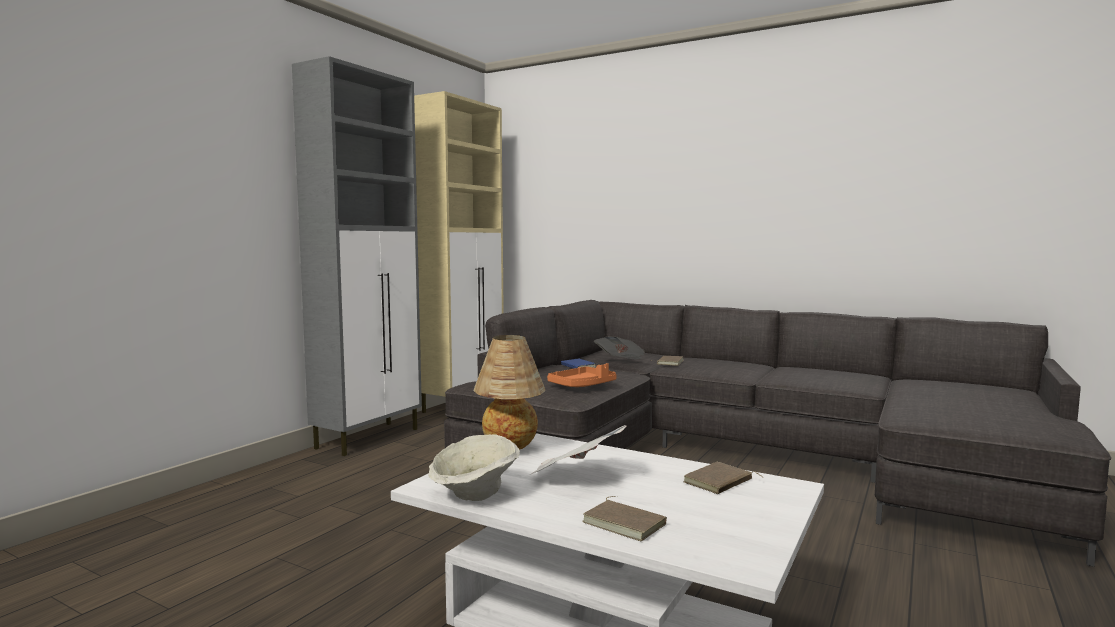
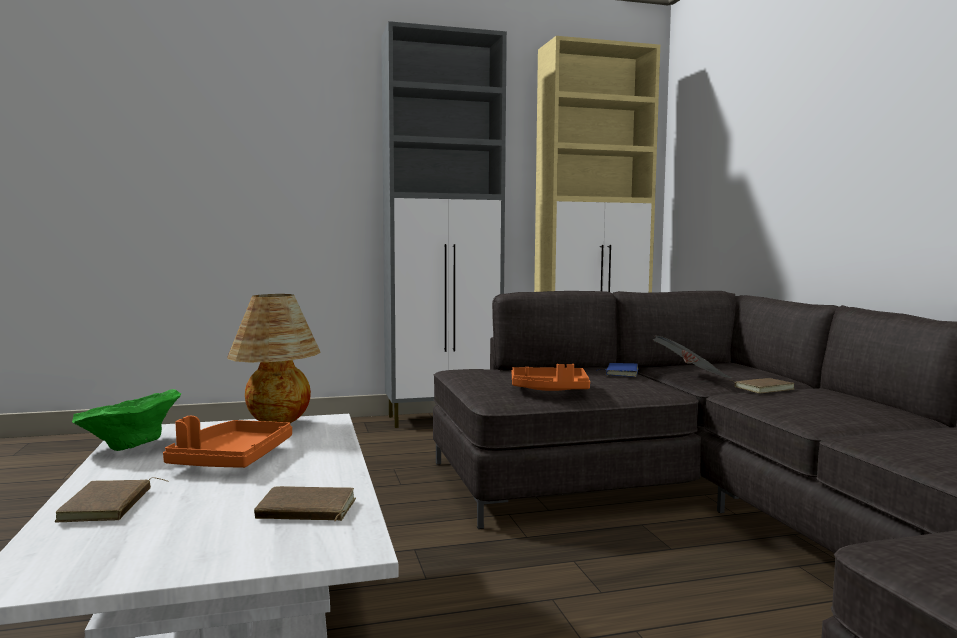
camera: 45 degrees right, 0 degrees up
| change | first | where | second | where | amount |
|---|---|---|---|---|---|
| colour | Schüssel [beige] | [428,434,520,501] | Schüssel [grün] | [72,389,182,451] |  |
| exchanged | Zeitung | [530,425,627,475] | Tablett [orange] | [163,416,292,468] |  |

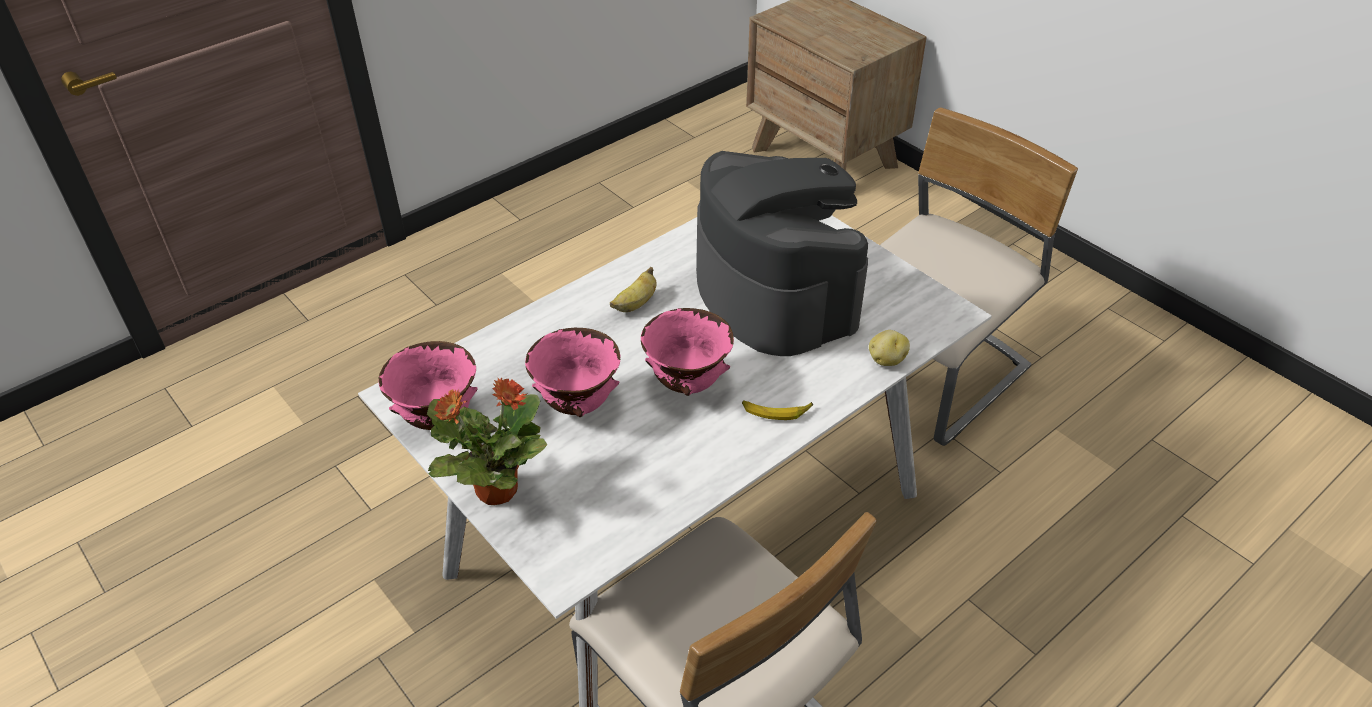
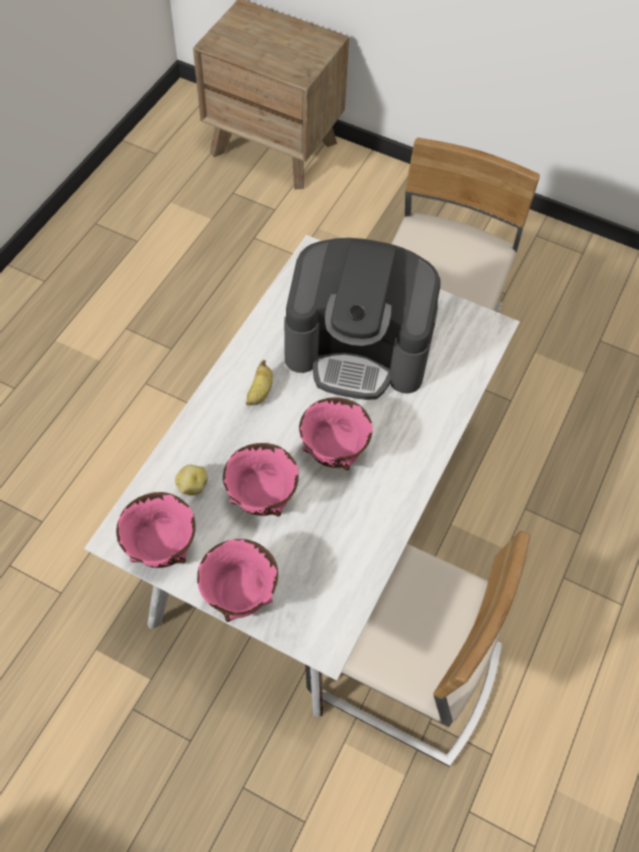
camera: 25 degrees left, 15 degrees up
| change | first | where | second | where | amount |
|---|---|---|---|---|---|
| relocated | Kartoffel | [869,330,910,366] |  | [175,465,208,496] |  |
| exchanged | Topfpflanze | [427,377,547,505] | Schüssel [rosa] | [197,539,278,622] |  |
| spun | Kaffeemaschine | [696,151,868,356] |  | [284,238,441,400] | 150 degrees clockwise |
| missing | Banane | [742,400,813,420] |  |  |  |

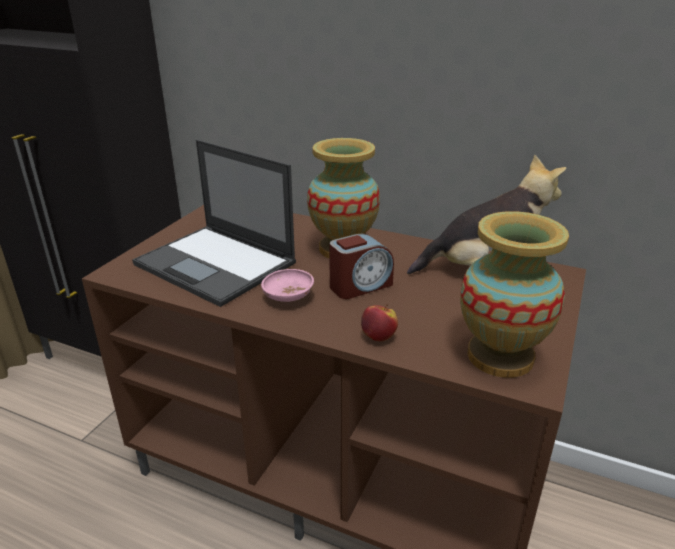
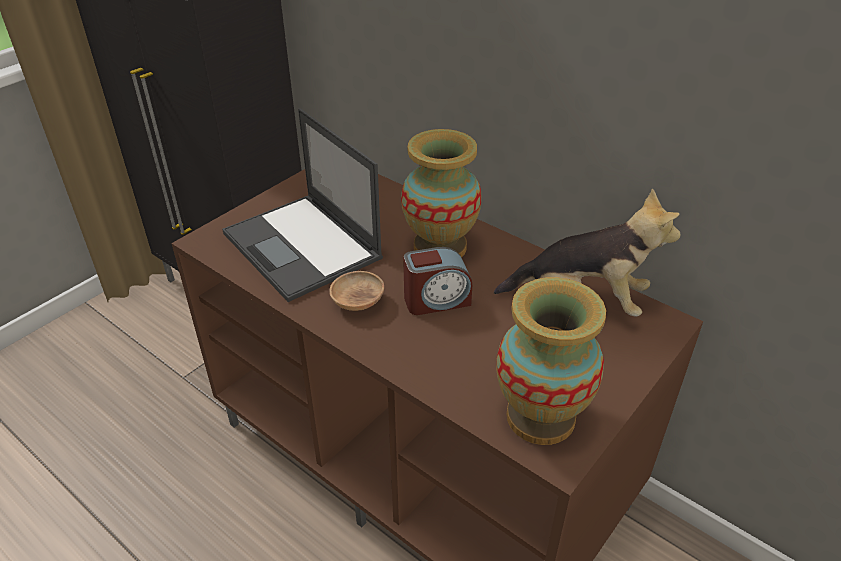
camera: 15 degrees right, 10 degrees up
| change | first | where | second | where | amount |
|---|---|---|---|---|---|
| colour | Schüssel [rosa] | [261,269,314,302] | Schüssel [braun] | [329,271,384,311] |  |
| missing | Apfel | [361,304,398,341] |  |  |  |

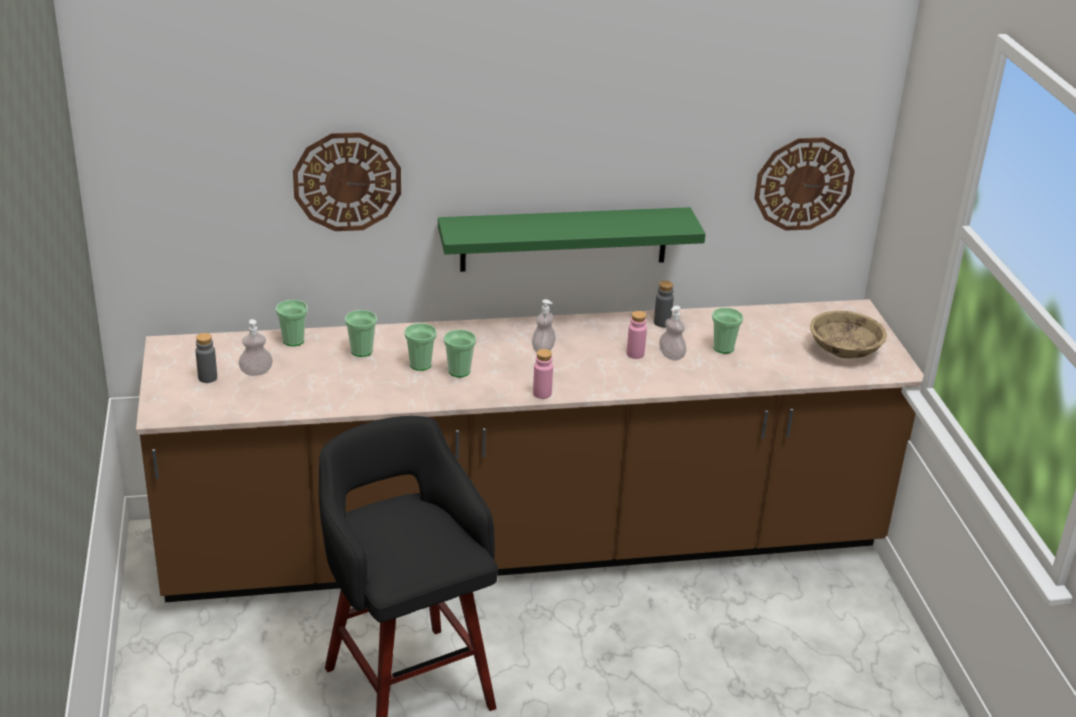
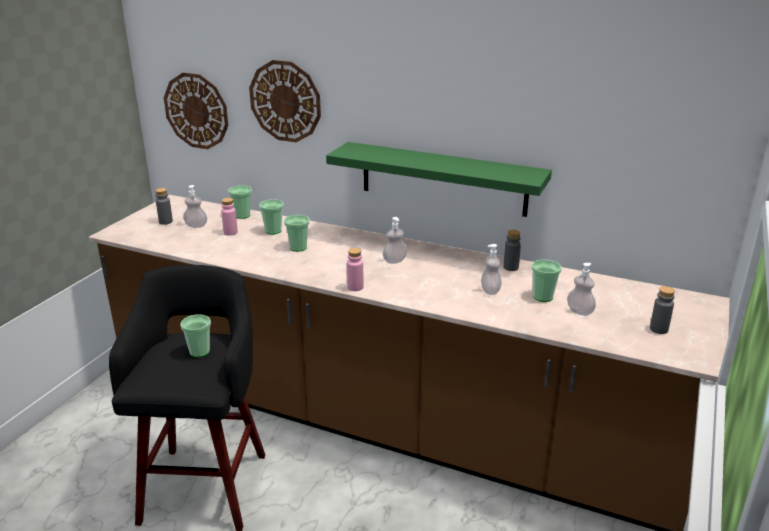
camera: 35 degrees right, 5 degrees down
| change | first | where | second | where | amount |
|---|---|---|---|---|---|
| relocated | Wanduhr | [754,137,855,231] |  | [164,73,228,149] |  |
| relocated | Tasse | [444,329,476,377] |  | [180,314,211,358] |  |
| relocated | Flasche [rosa] | [627,311,647,359] |  | [221,198,238,236] |  |
| appeared |  |  | Seifenspender | [567,263,596,316] |  |
| exchanged | Schüssel [beige] | [810,311,887,359] | Flasche [grau] | [650,286,675,334] |  |

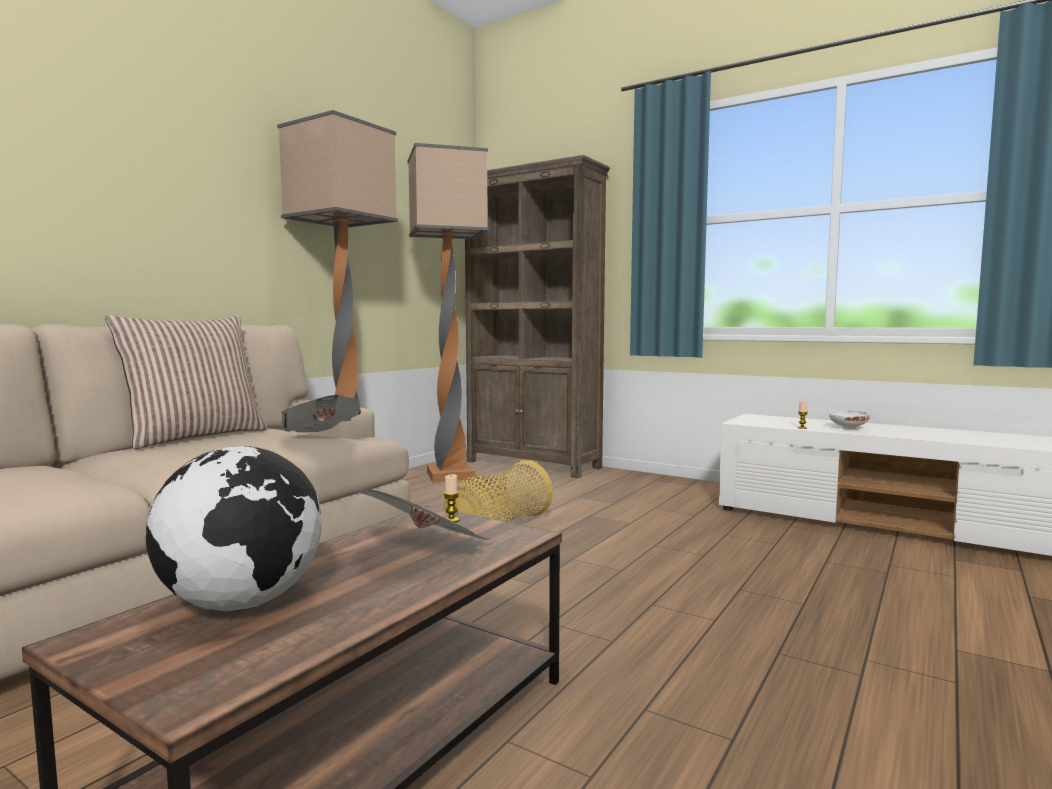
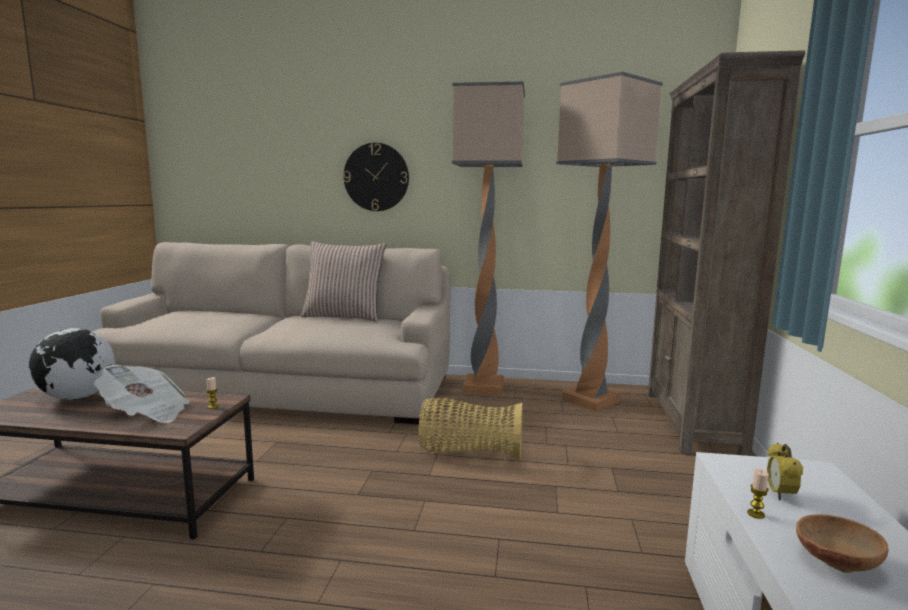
camera: 65 degrees right, 5 degrees up
| change | first | where | second | where | amount |
|---|---|---|---|---|---|
| appeared |  |  | Wanduhr | [343,143,409,211] |  |
| appeared |  |  | Wecker | [767,443,803,500] |  |
| colour | Schüssel [weiß] | [829,410,870,429] | Schüssel [braun] | [796,514,889,573] |  |
| missing | Zeitung | [281,395,361,432] |  |  |  |

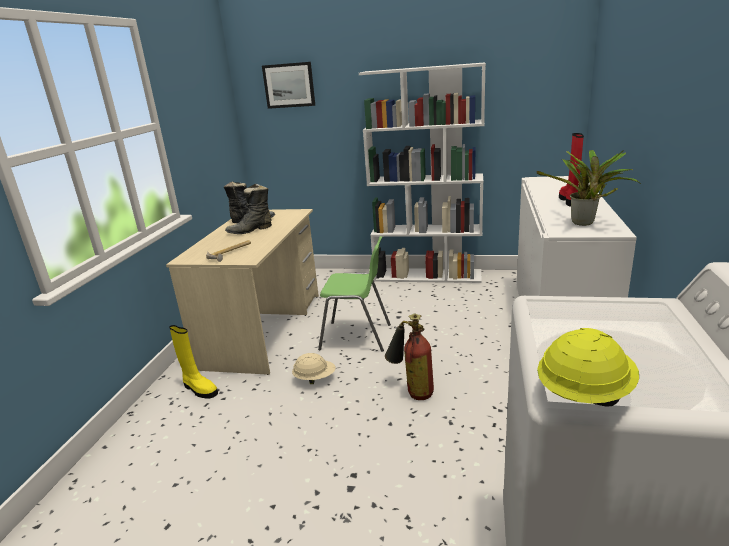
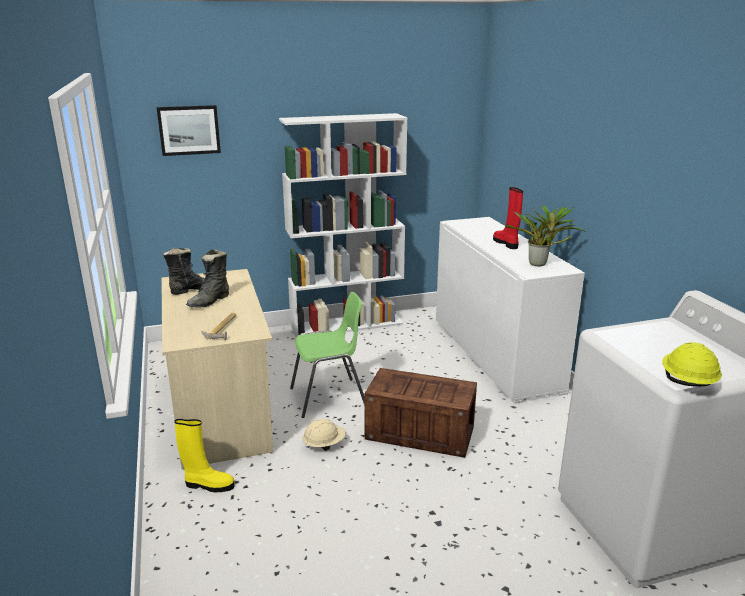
camera: 30 degrees left, 0 degrees up
| change | first | where | second | where | amount |
|---|---|---|---|---|---|
| exchanged | Feuerlöscher | [385,314,434,400] | Kiste | [364,368,477,458] |  |

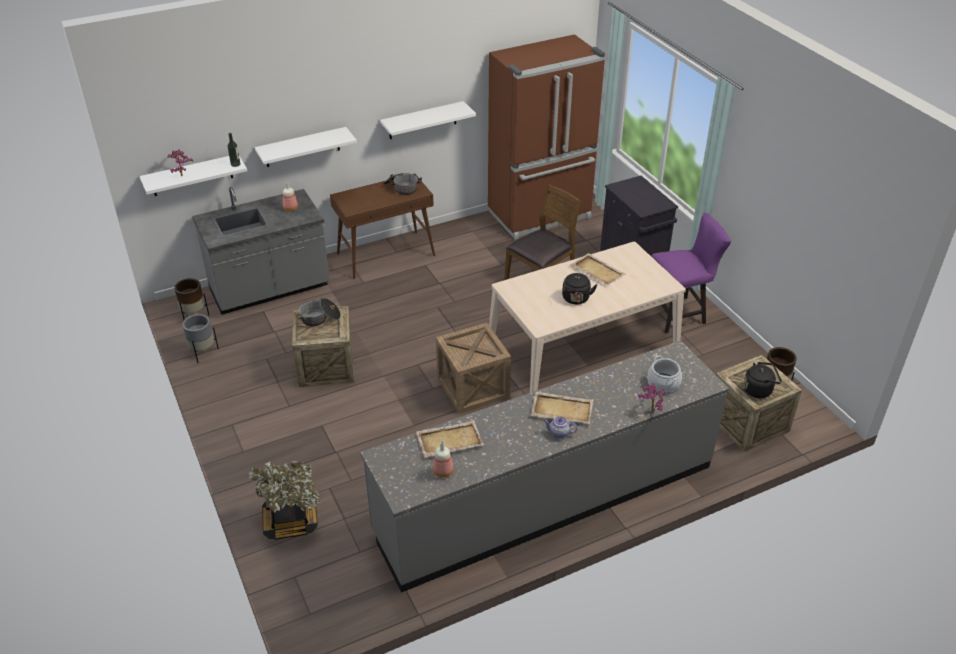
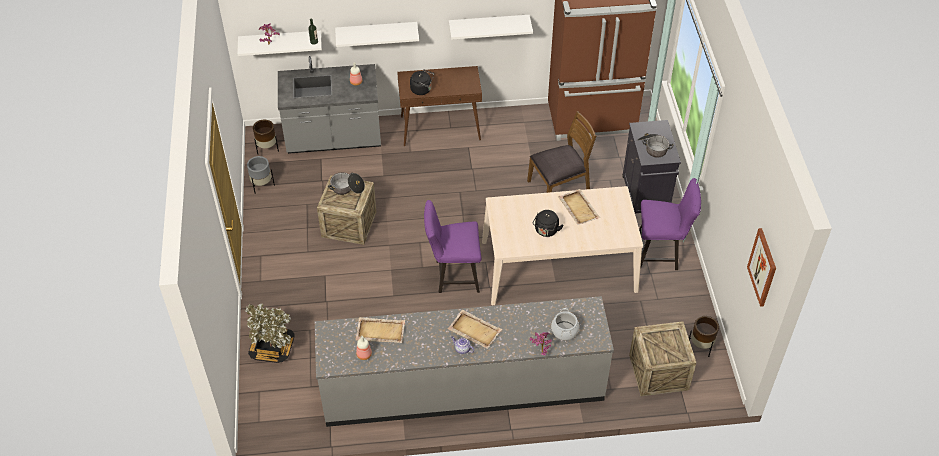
camera: 20 degrees right, 10 degrees up
| change | first | where | second | where | amount |
|---|---|---|---|---|---|
| relocated | Wasserkessel [schwarz] | [743,362,782,398] |  | [410,69,434,95] |  |
| exchanged | Kiste | [436,323,511,414] | Stuhl [lila] | [424,200,481,293] |  |
| relocated | Kochtopf | [383,173,422,195] |  | [637,133,674,158] |  |
| appeared |  |  | Bild | [747,228,776,307] |  |

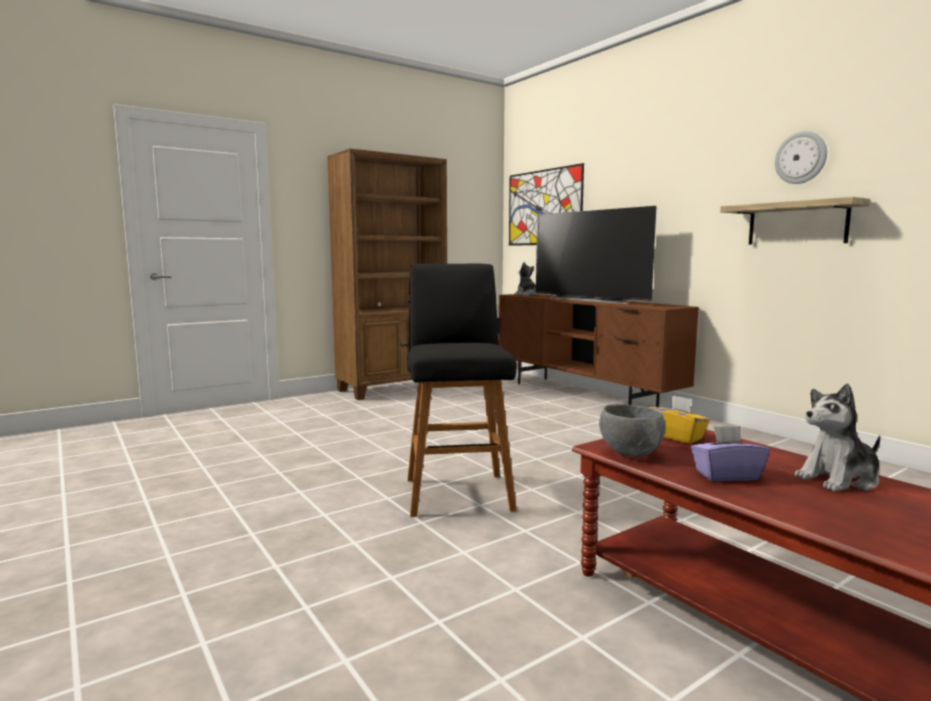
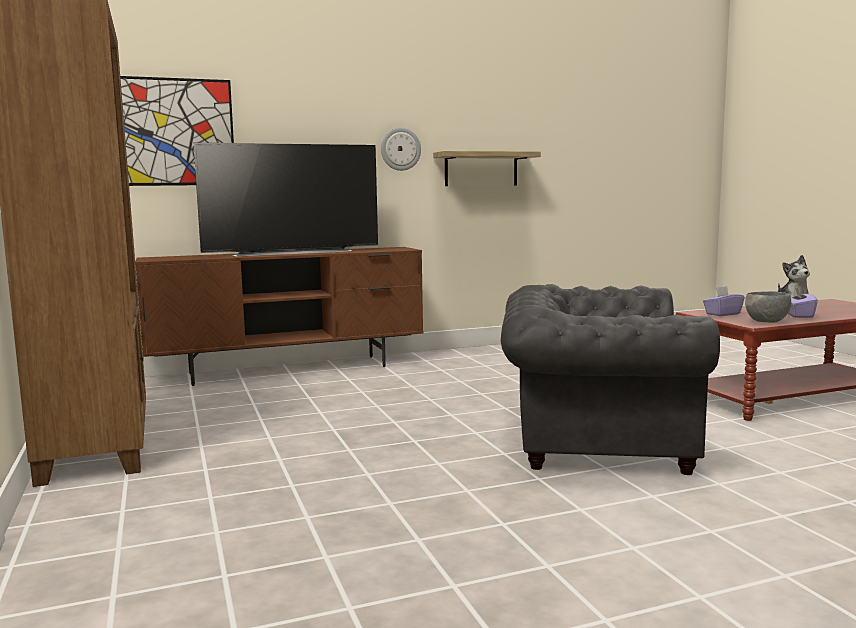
camera: 75 degrees left, 0 degrees up
| change | first | where | second | where | amount |
|---|---|---|---|---|---|
| relocated | Wanduhr | [775,131,827,184] |  | [381,127,421,171] |  |
| exchanged | Hocker [schwarz] | [407,264,517,517] | Sessel [grau] | [501,284,720,475] |  |
| colour | Taschentuchbox [gelb] | [649,395,710,444] | Taschentuchbox [lila] | [703,286,745,316] |  |
| missing | Plüschtier | [515,262,538,296] |  |  |  |

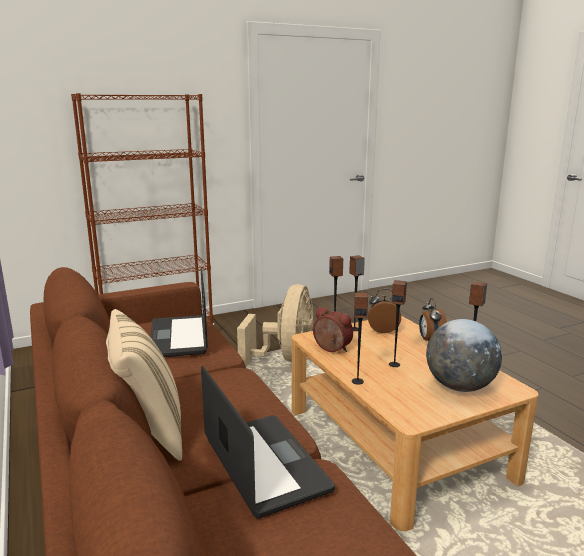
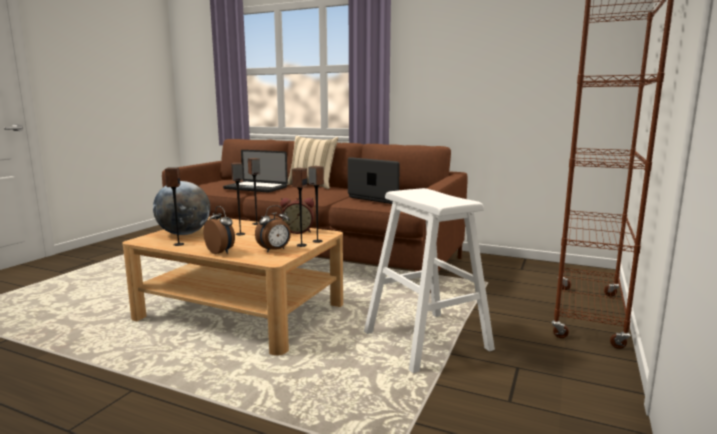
camera: 140 degrees right, 5 degrees down
| change | first | where | second | where | amount |
|---|---|---|---|---|---|
| exchanged | Ventilator [beige] | [237,284,313,366] | Hocker [weiß] | [364,188,495,373] |  |

